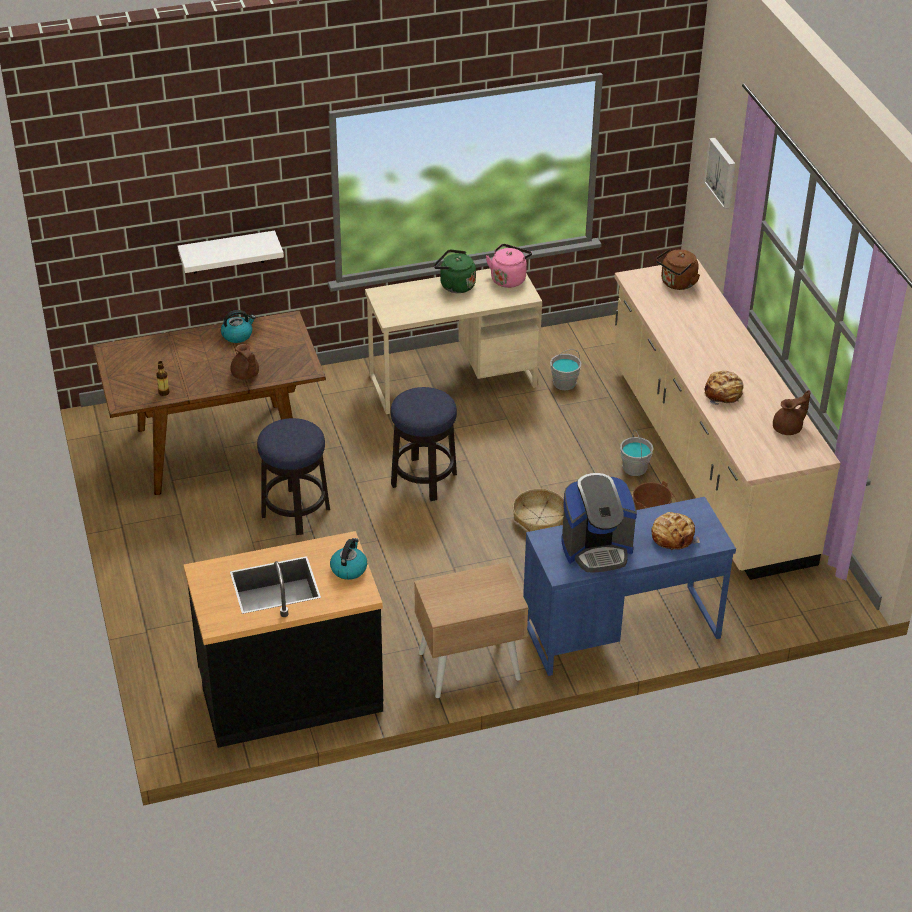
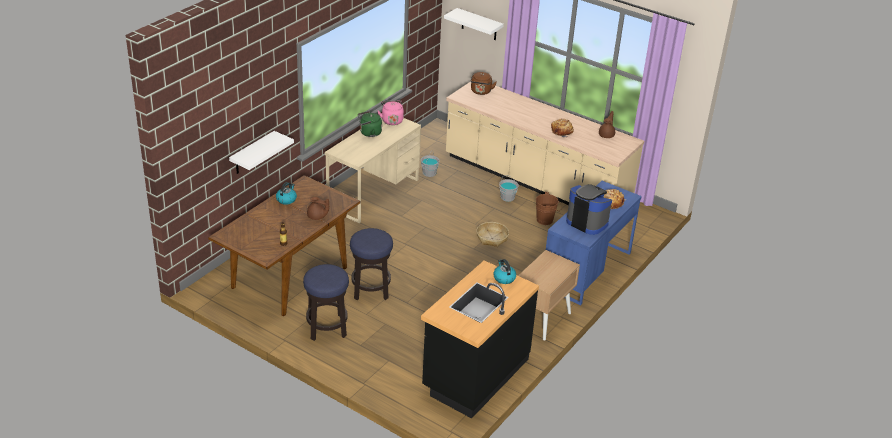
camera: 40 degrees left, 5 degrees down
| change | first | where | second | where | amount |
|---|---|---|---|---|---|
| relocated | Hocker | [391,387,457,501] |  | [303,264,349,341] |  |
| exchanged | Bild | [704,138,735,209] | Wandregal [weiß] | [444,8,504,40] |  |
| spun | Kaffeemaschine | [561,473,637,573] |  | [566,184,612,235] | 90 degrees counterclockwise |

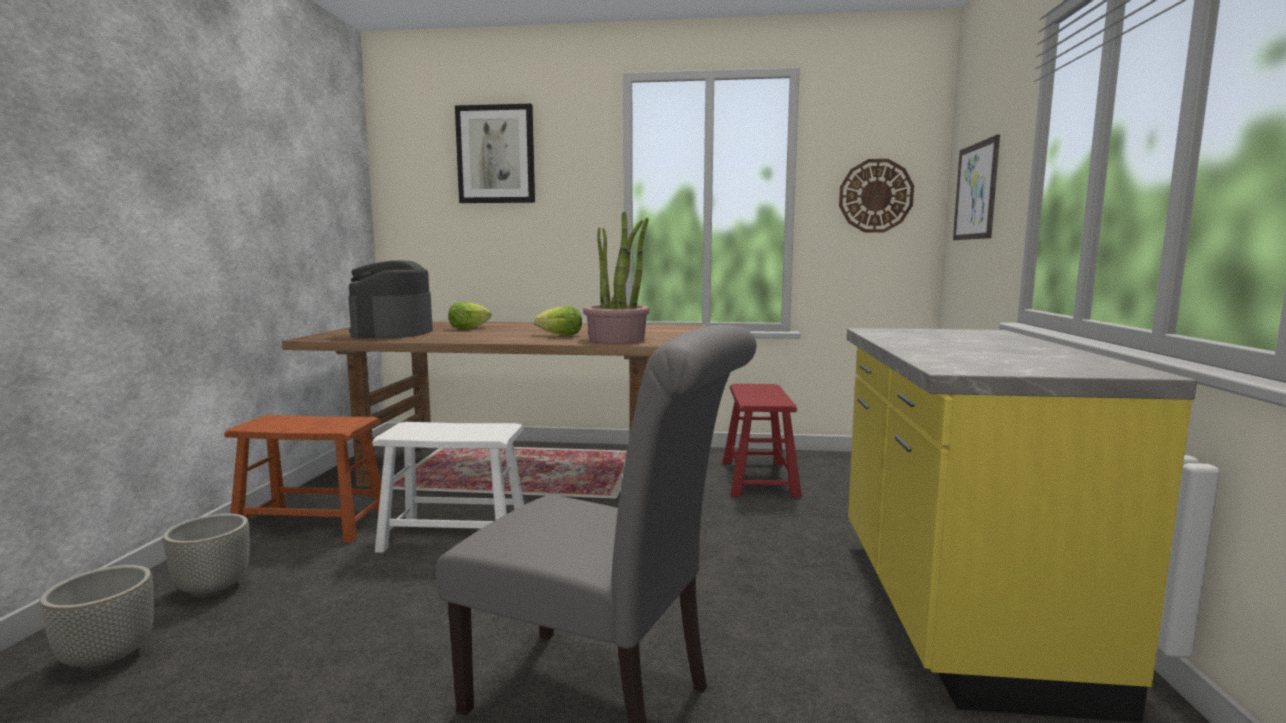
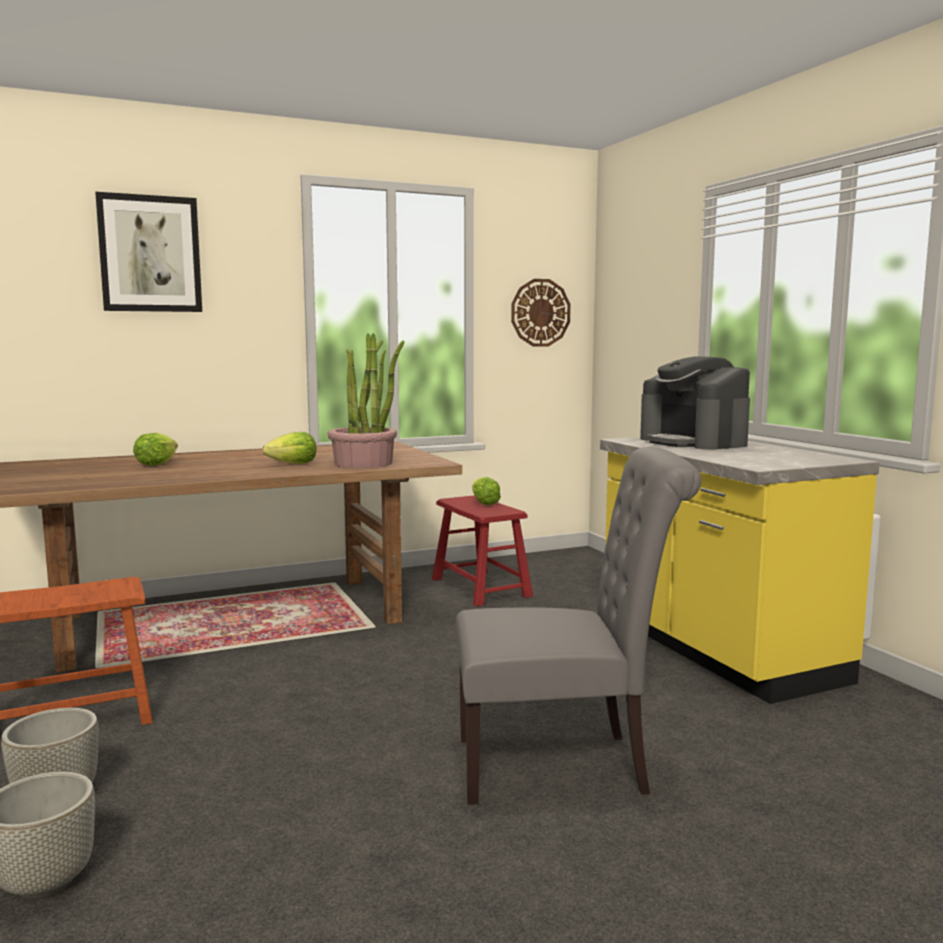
camera: 30 degrees left, 0 degrees up
| change | first | where | second | where | amount |
|---|---|---|---|---|---|
| appeared |  |  | Salatkopf | [472,477,501,505] |  |
| relocated | Kaffeemaschine | [348,260,433,338] |  | [640,356,750,450] |  |
| missing | Hocker [weiß] | [372,422,524,553] |  |  |  |
| missing | Bild | [953,134,1000,240] |  |  |  |

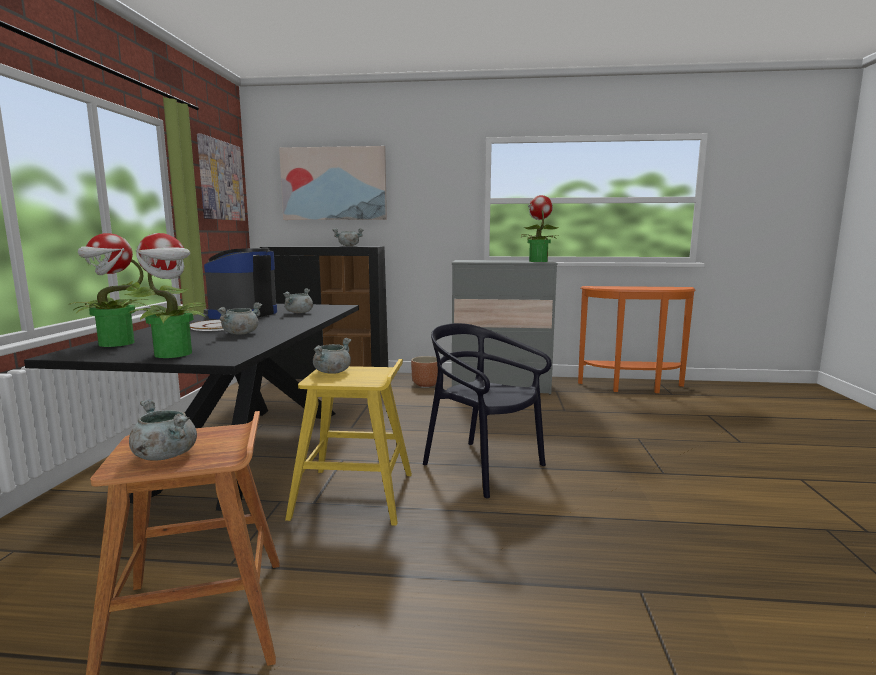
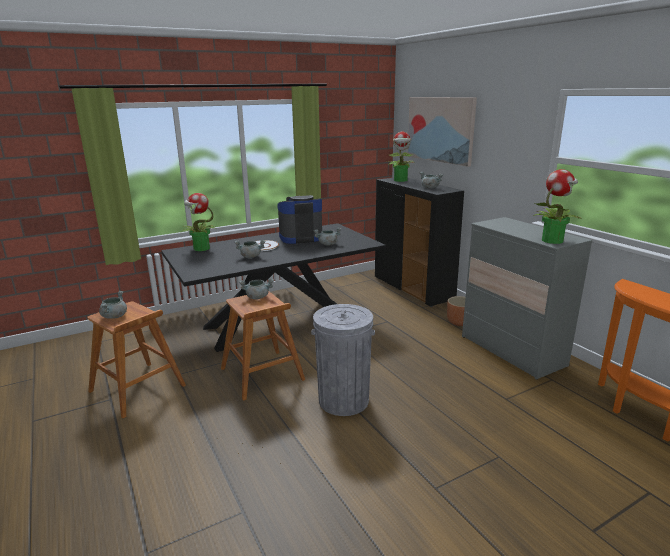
camera: 55 degrees right, 10 degrees up
| change | first | where | second | where | amount |
|---|---|---|---|---|---|
| colour | Hocker [gelb] | [285,359,412,526] | Hocker [braun] | [221,291,305,401] |  |
| exchanged | Stuhl [schwarz] | [423,323,552,499] | Mülleimer [grau] | [311,304,375,416] |  |
| relocated | Topfpflanze | [125,233,207,358] |  | [388,132,415,182] |  |
| missing | Bild | [197,134,245,221] |  |  |  |

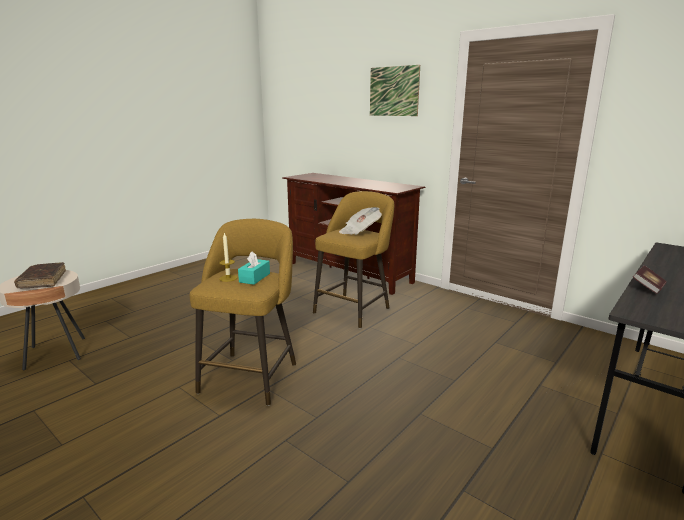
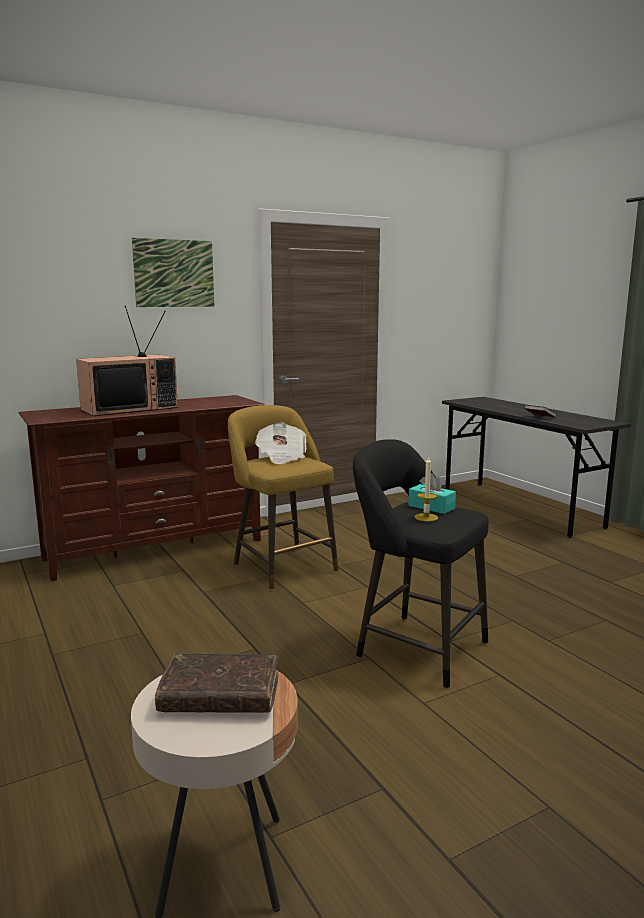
camera: 70 degrees left, 5 degrees down
| change | first | where | second | where | amount |
|---|---|---|---|---|---|
| appeared |  |  | Fernseher | [76,305,178,416] |  |
| colour | Hocker [gelb] | [190,219,296,406] | Hocker [schwarz] | [353,439,489,689] |  |

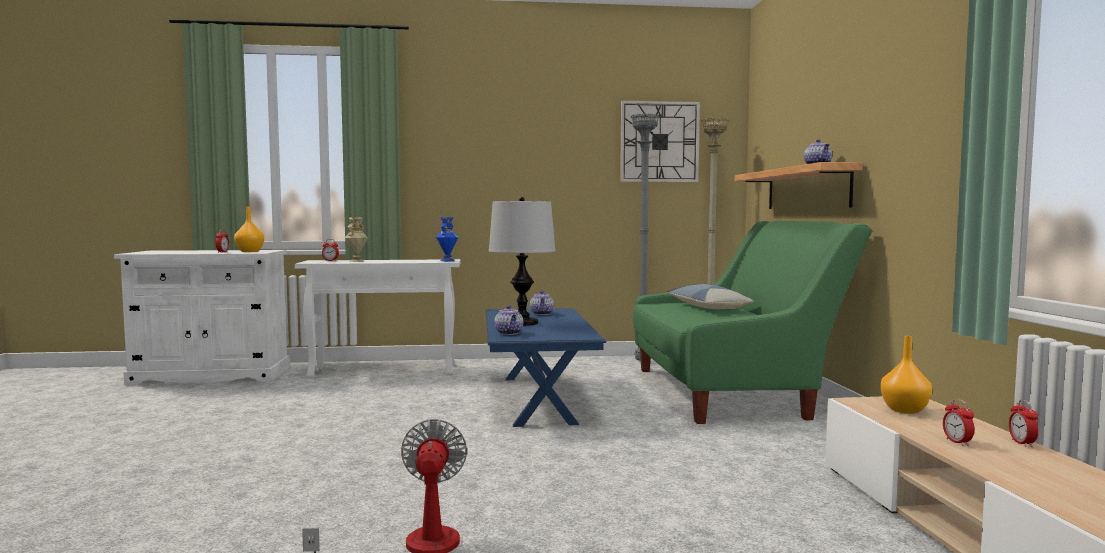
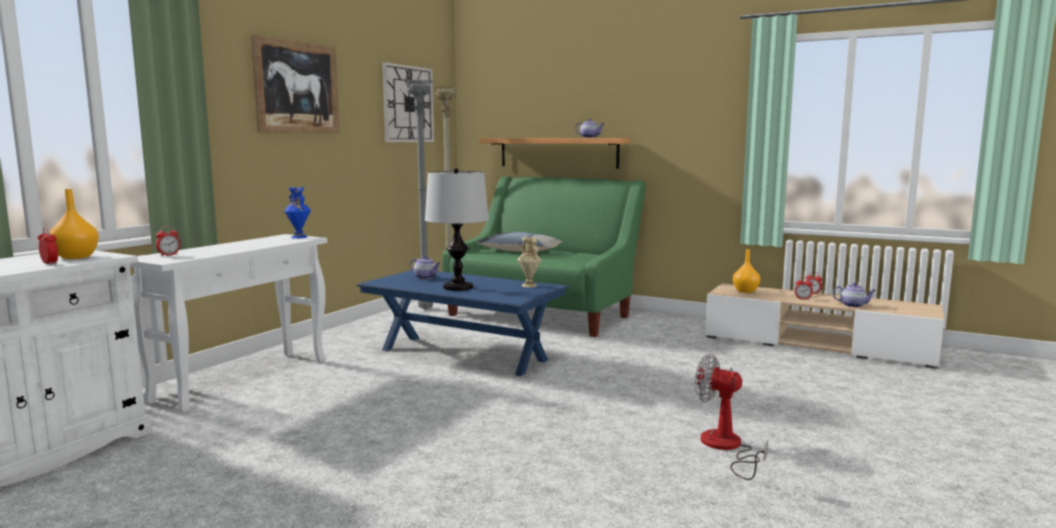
camera: 55 degrees left, 5 degrees up
| change | first | where | second | where | amount |
|---|---|---|---|---|---|
| appeared |  |  | Bild | [251,34,340,134] |  |
| relocated | Vase [beige] | [345,217,368,262] |  | [517,237,542,288] |  |
| relocated | Teekanne | [494,305,523,335] |  | [832,283,876,307] |  |

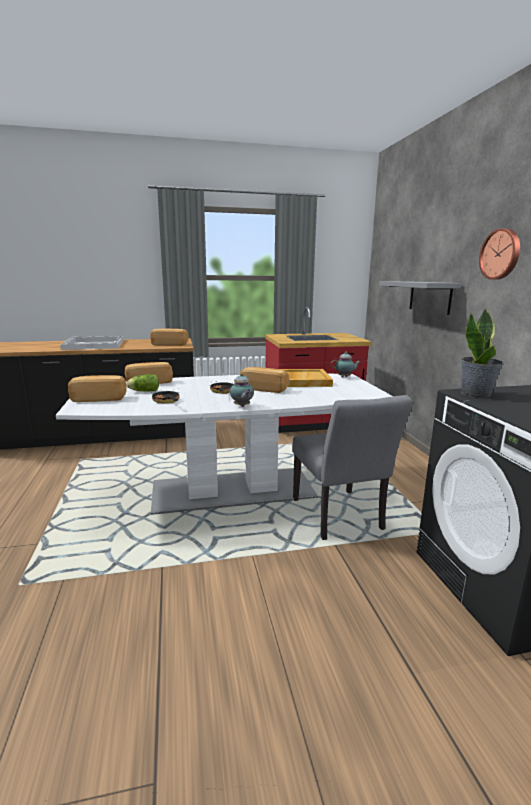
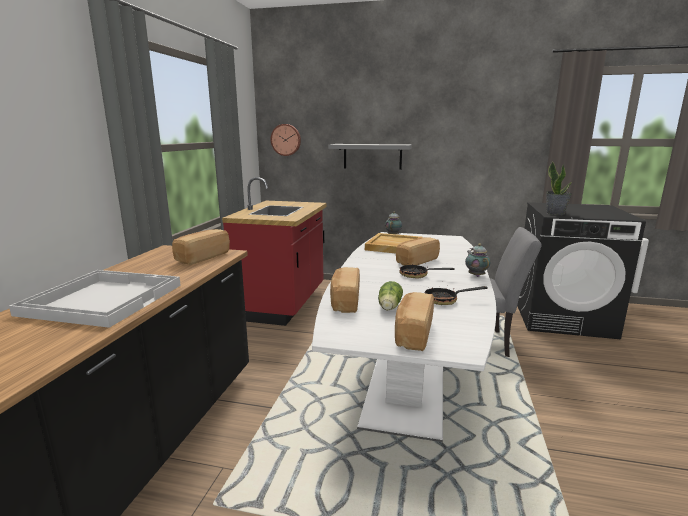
camera: 65 degrees left, 0 degrees up
| change | first | where | second | where | amount |
|---|---|---|---|---|---|
| relocated | Wanduhr | [479,228,520,280] |  | [271,124,301,156] |  |
| spun | Teekanne | [230,373,254,407] |  | [465,243,490,277] | 105 degrees counterclockwise |

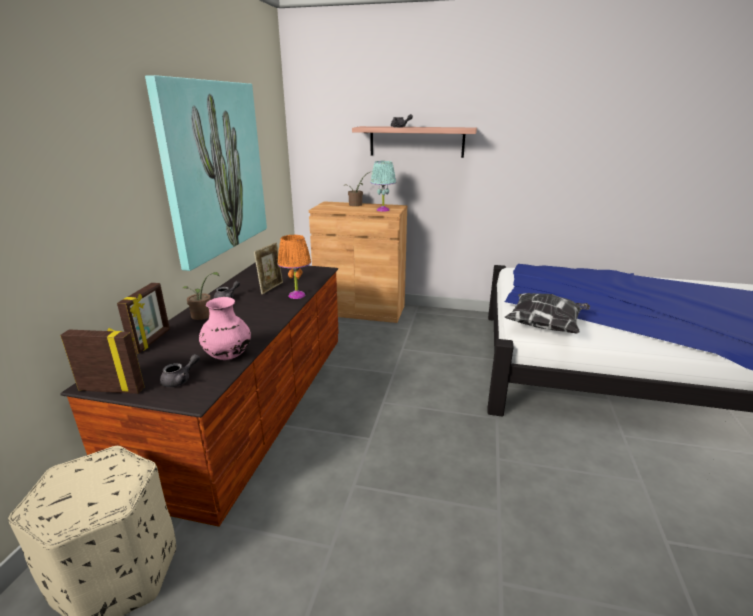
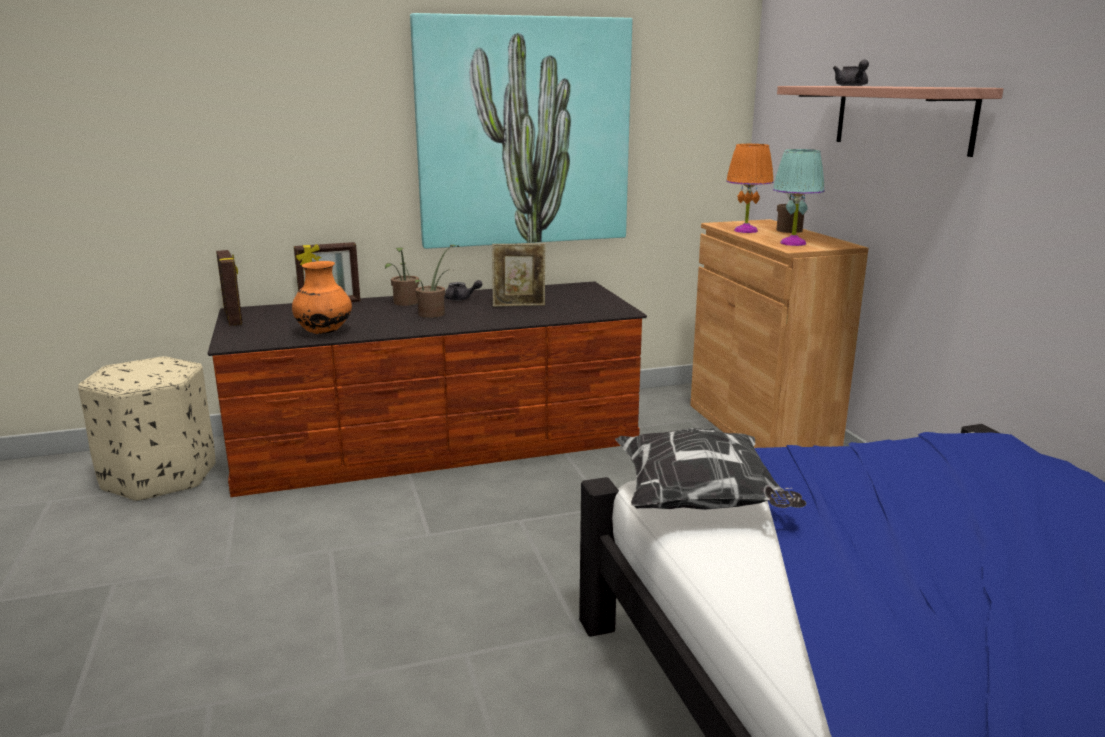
camera: 60 degrees right, 5 degrees down
| change | first | where | second | where | amount |
|---|---|---|---|---|---|
| colour | Vase [rosa] | [199,297,251,360] | Vase [orange] | [292,261,352,334] |  |
| appeared |  |  | Topfpflanze | [415,245,459,318] |  |
| relocated | Tischlampe [orange] | [277,235,311,299] |  | [726,144,774,233] |  |
| missing | Teekanne [grau] | [160,354,200,387] |  |  |  |

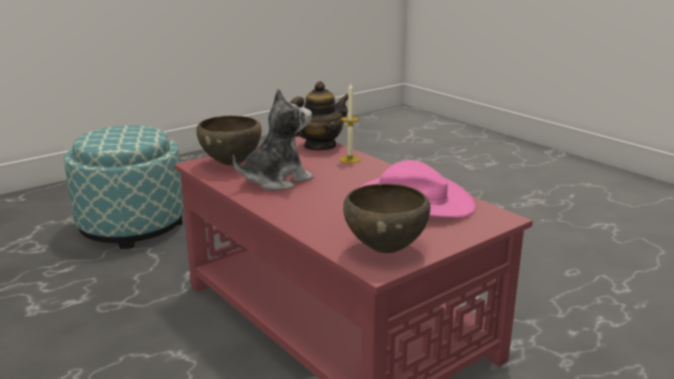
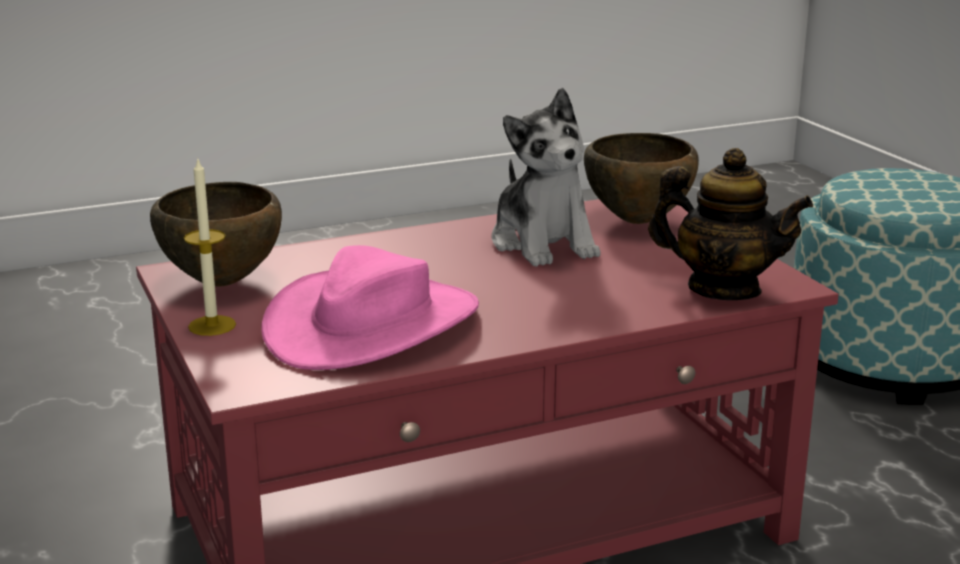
camera: 105 degrees right, 0 degrees up
| change | first | where | second | where | amount |
|---|---|---|---|---|---|
| relocated | Kerze | [340,84,361,164] |  | [184,159,236,336] |  |
| spun | Teekanne | [290,81,348,150] |  | [648,148,813,300] | 45 degrees counterclockwise |

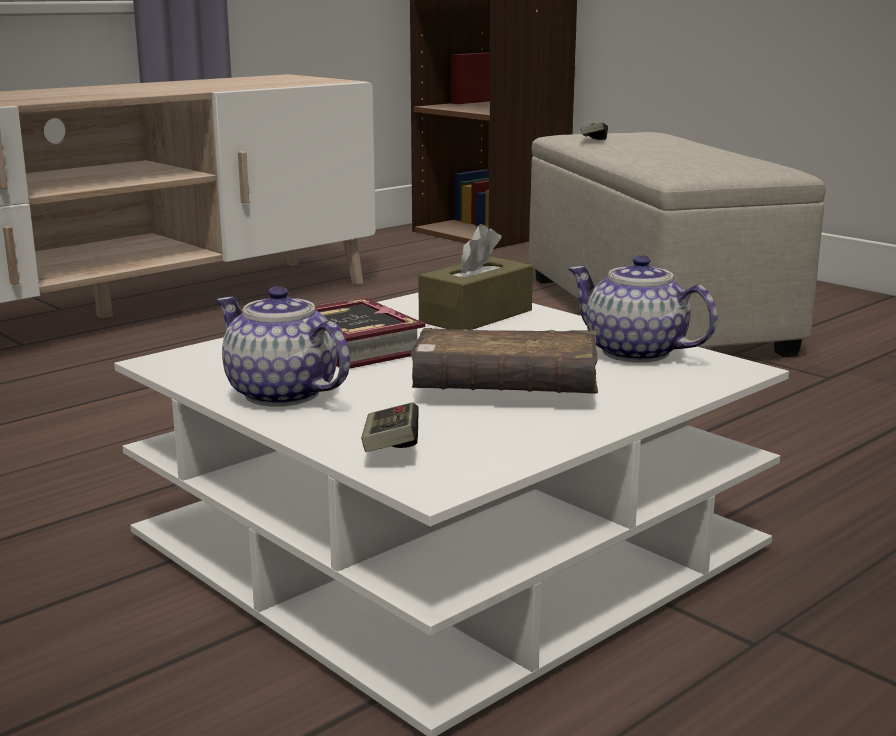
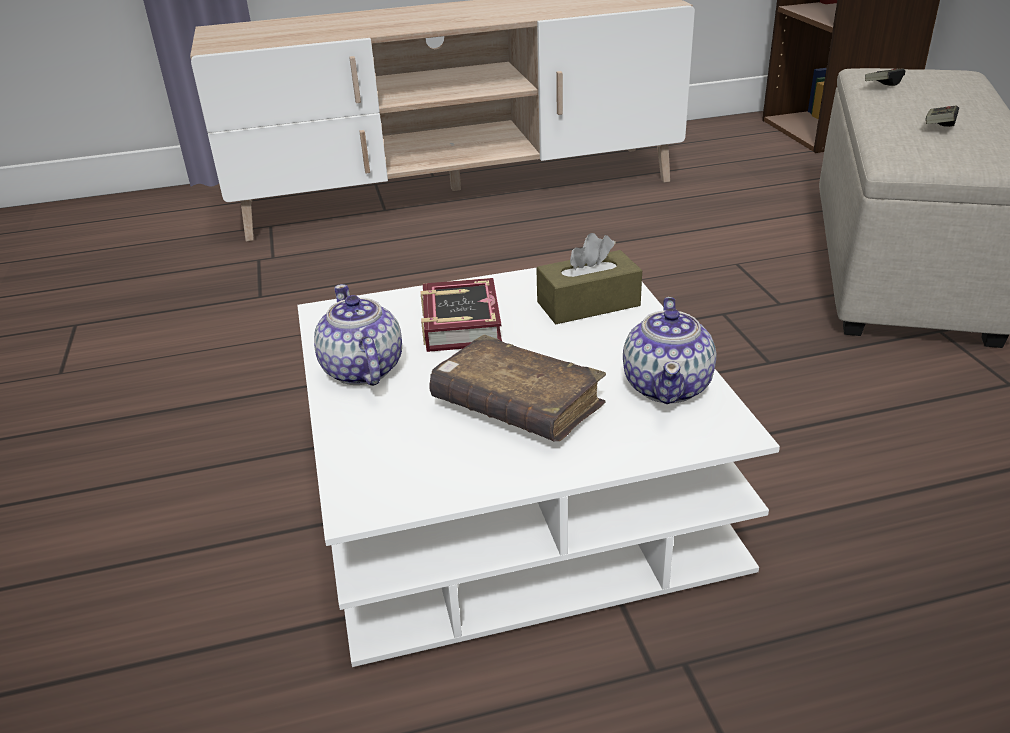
camera: 30 degrees right, 15 degrees up
| change | first | where | second | where | amount |
|---|---|---|---|---|---|
| spun | Teekanne | [568,255,718,363] |  | [623,297,716,404] | 150 degrees counterclockwise |
| relocated | Gamepad | [361,402,419,452] |  | [926,105,959,127] |  |

